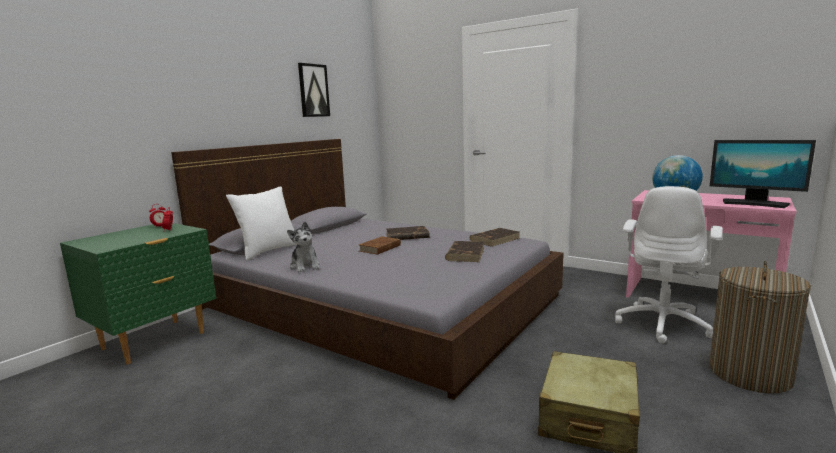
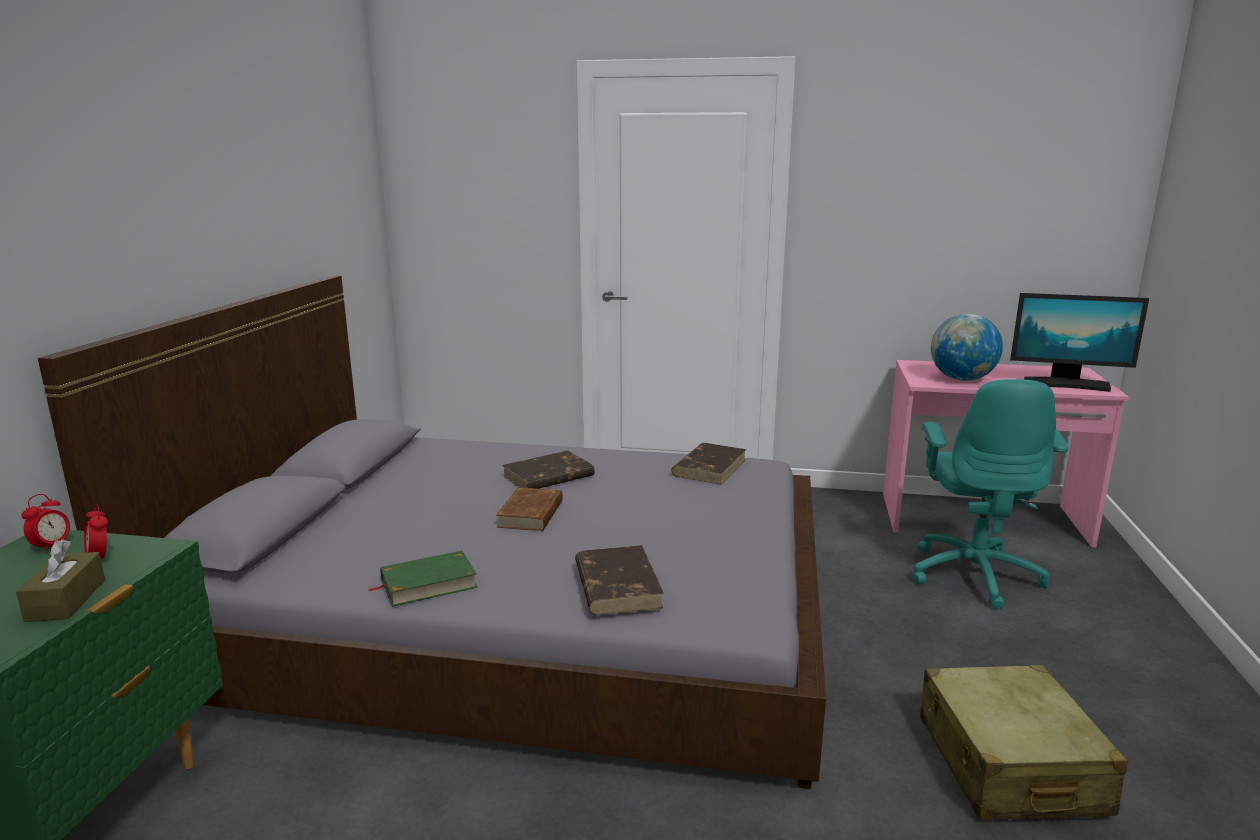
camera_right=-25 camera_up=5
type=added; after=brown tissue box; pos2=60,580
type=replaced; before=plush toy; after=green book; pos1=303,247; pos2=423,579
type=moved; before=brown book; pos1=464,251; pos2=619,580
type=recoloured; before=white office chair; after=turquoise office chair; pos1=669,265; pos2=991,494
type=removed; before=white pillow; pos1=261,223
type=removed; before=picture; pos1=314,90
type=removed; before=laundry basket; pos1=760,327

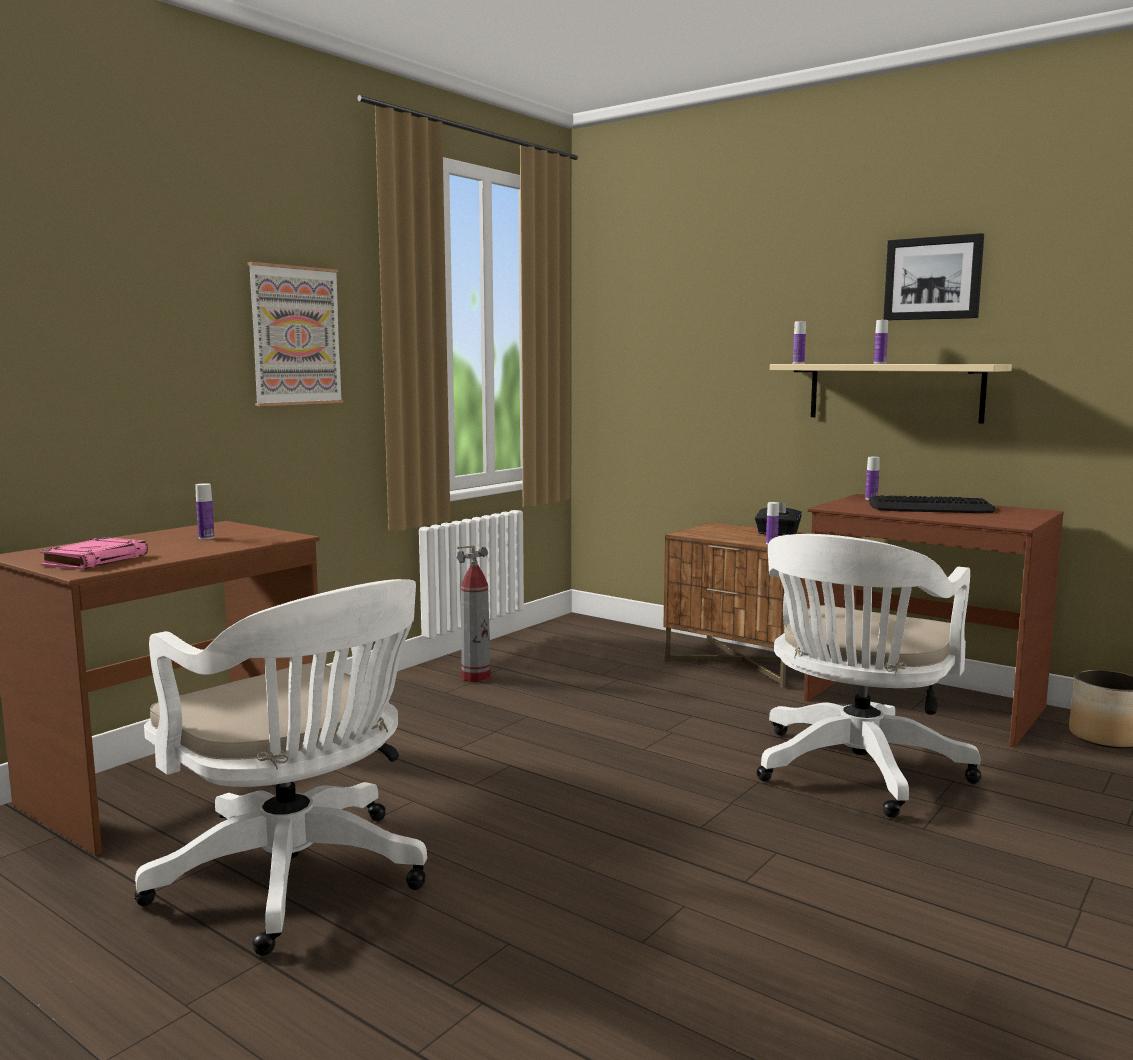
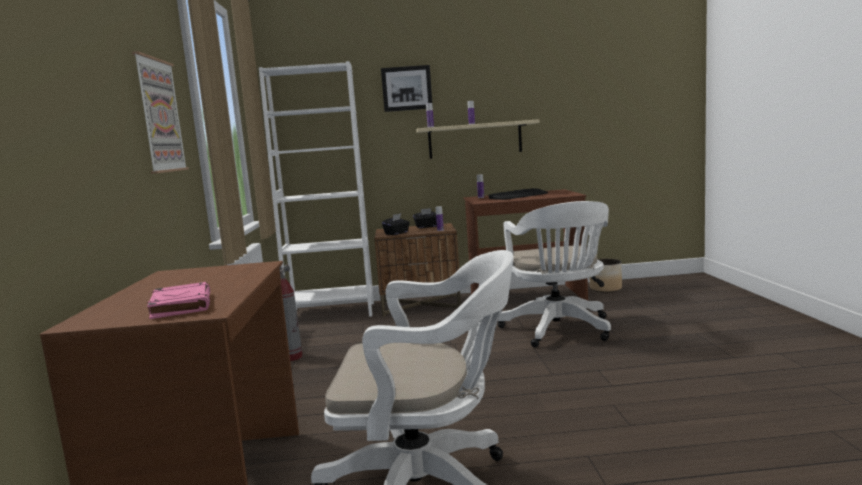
camera_right=-40 camera_up=0
type=added; after=white bookcase; pos2=316,189
type=moved; before=picture; pos1=933,276; pos2=407,88
type=added; after=black tissue box; pos2=396,224
type=removed; before=bottle; pos1=205,511

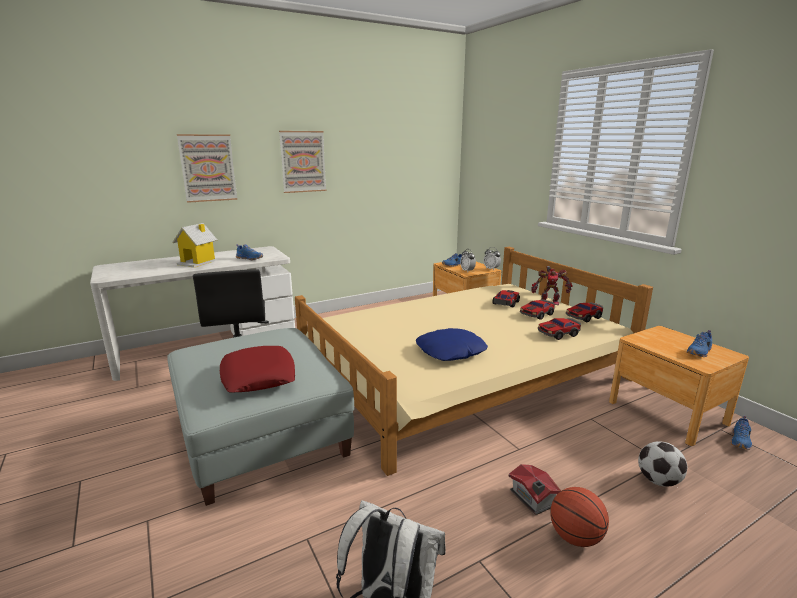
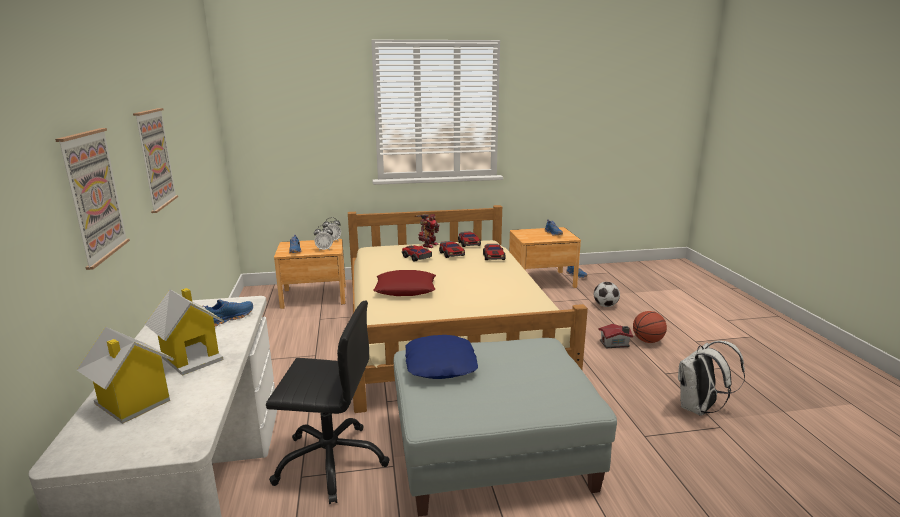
camera_right=-70 camera_up=0
type=added; after=toy house; pos2=125,375
type=moved; before=red pillow; pos1=257,369; pos2=404,283
type=moved; before=blue pillow; pos1=452,344; pos2=441,357

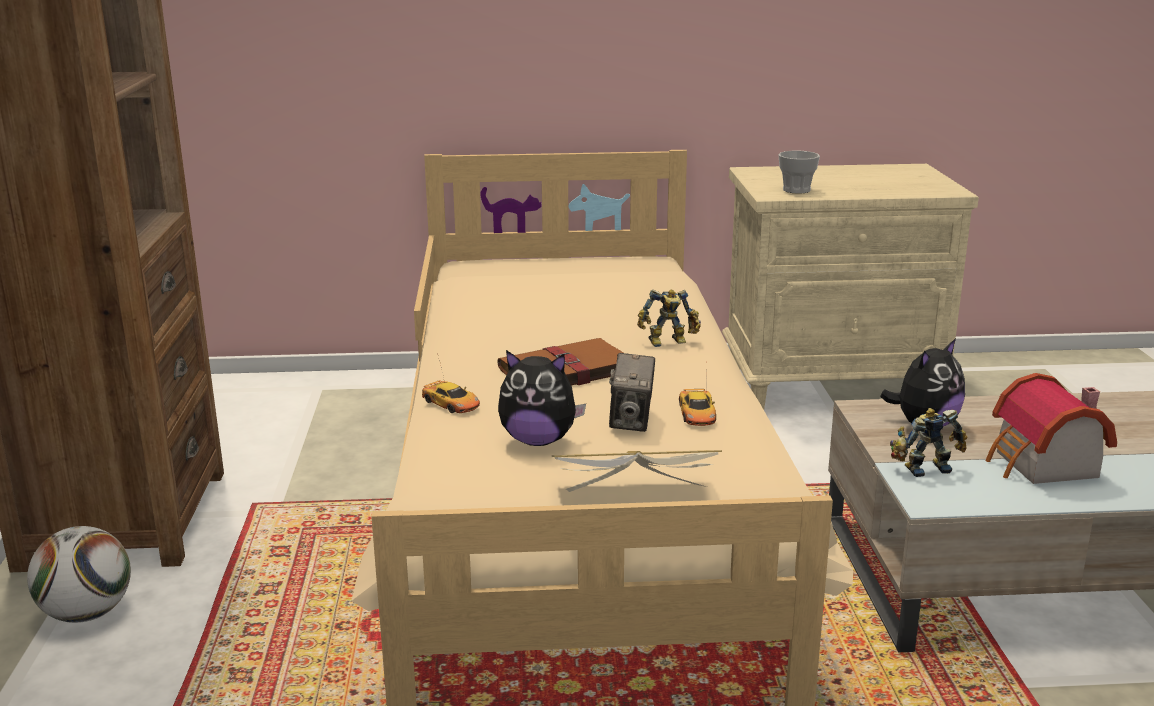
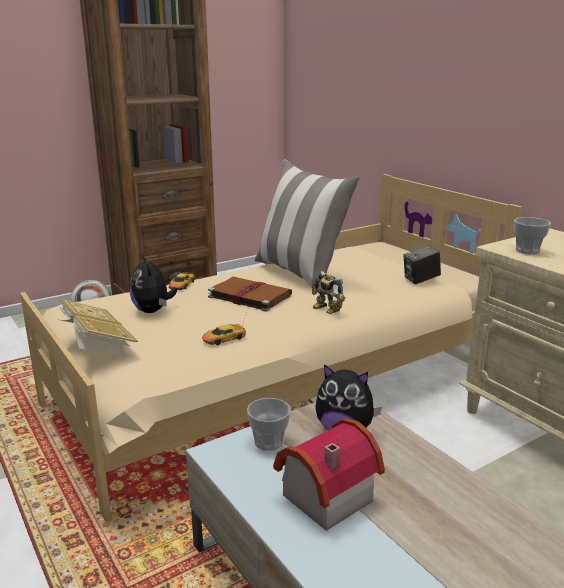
camera_right=60 camera_up=0
type=replaced; before=toy robot; after=cup; pos1=928,442; pos2=269,424
type=added; after=pillow; pos2=307,226
type=moved; before=photo camera; pos1=632,392; pos2=422,264

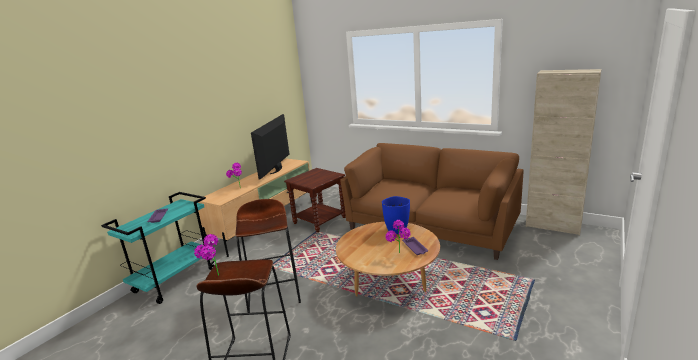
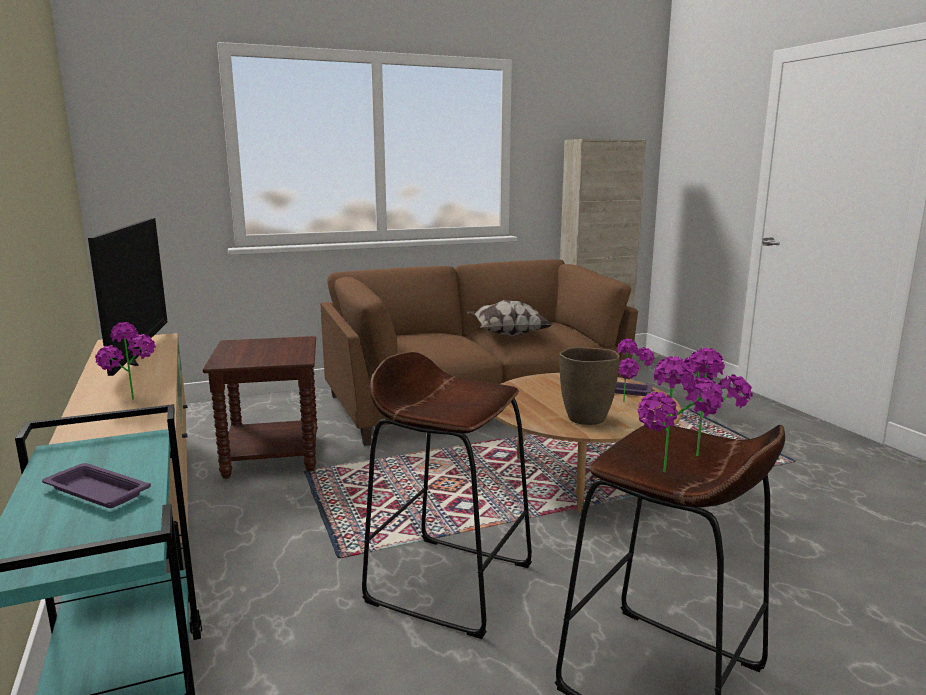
camera_right=-55 camera_up=-5
type=turned; before=television; pos1=270,147; pos2=128,297; turn=-150
type=added; after=pillow; pos2=510,318
type=added; after=brown vase; pos2=589,386
type=added; after=potted plant; pos2=718,402
type=removed; before=blue vase; pos1=396,215

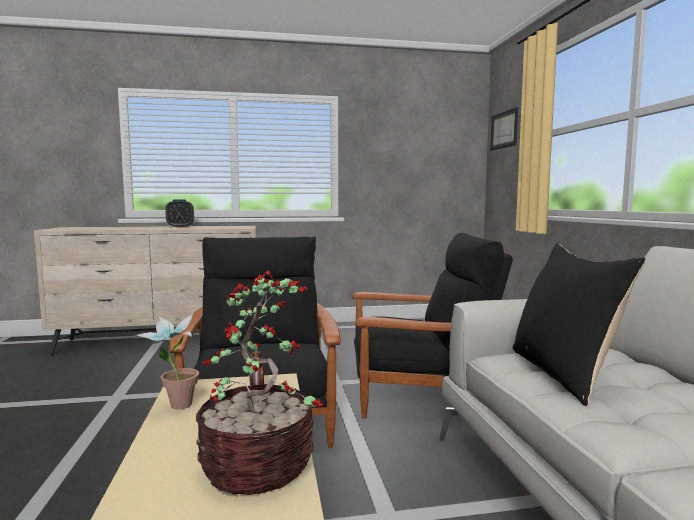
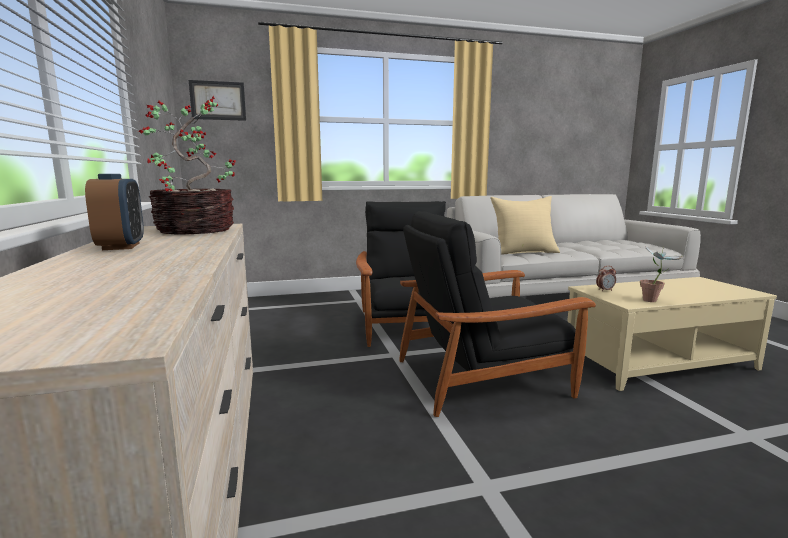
camera_right=-95 camera_up=5
type=moved; before=potted plant; pos1=260,382; pos2=186,165
type=recoloured; before=black pillow; after=beige pillow; pos1=579,324; pos2=525,225

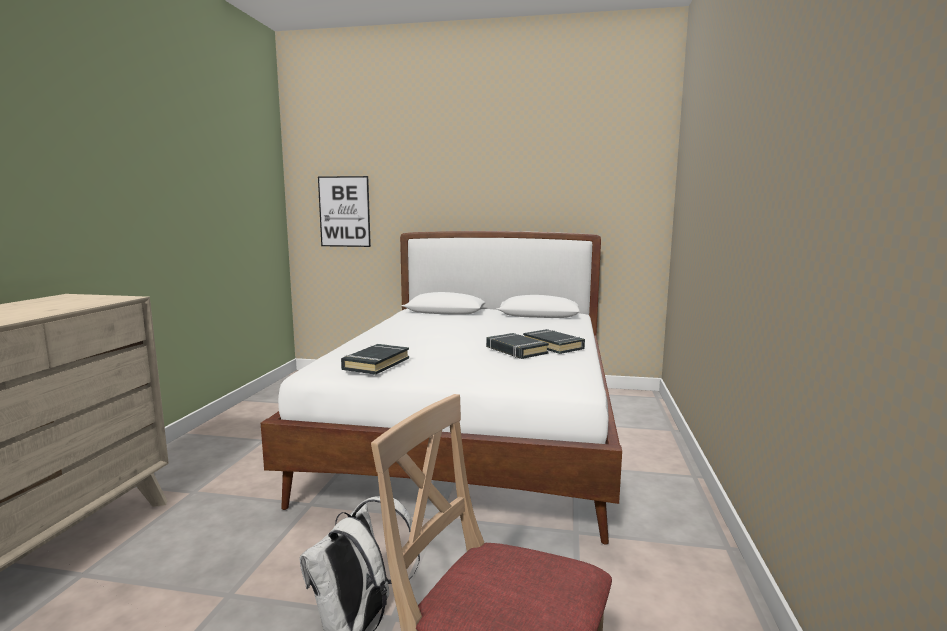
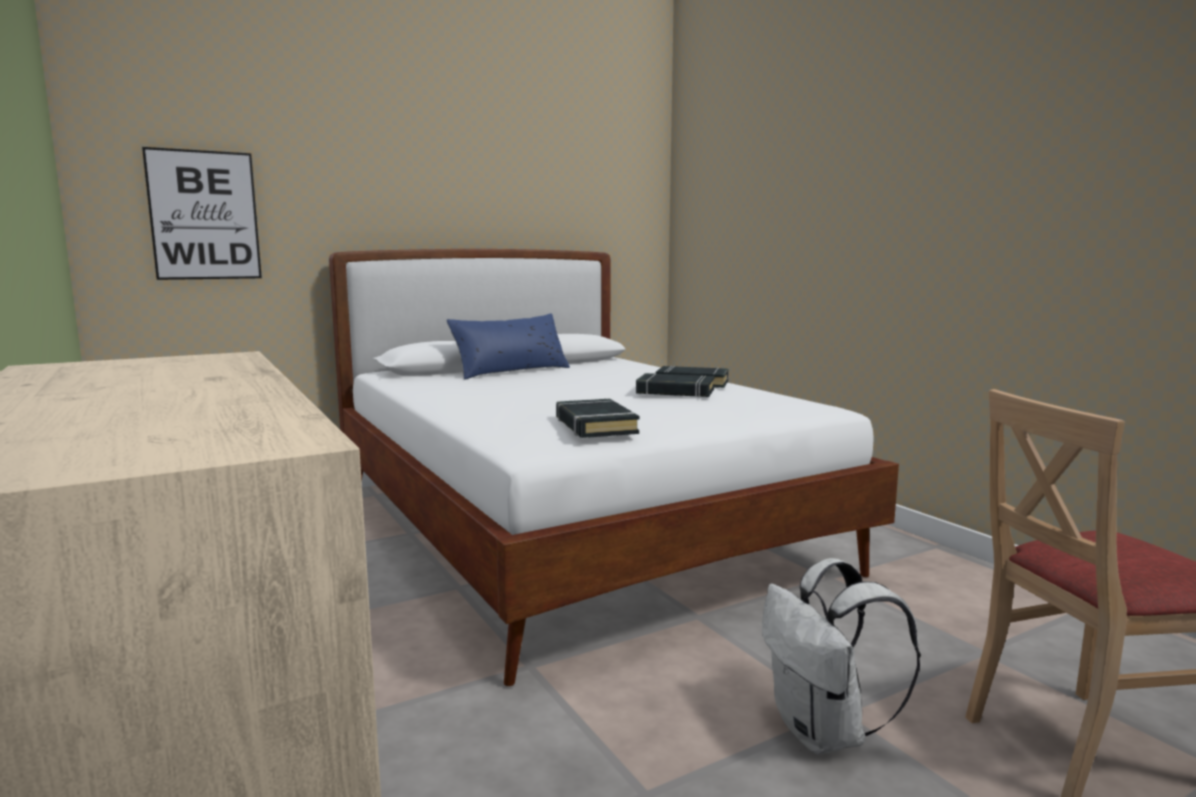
camera_right=-40 camera_up=0
type=added; after=blue pillow; pos2=508,347

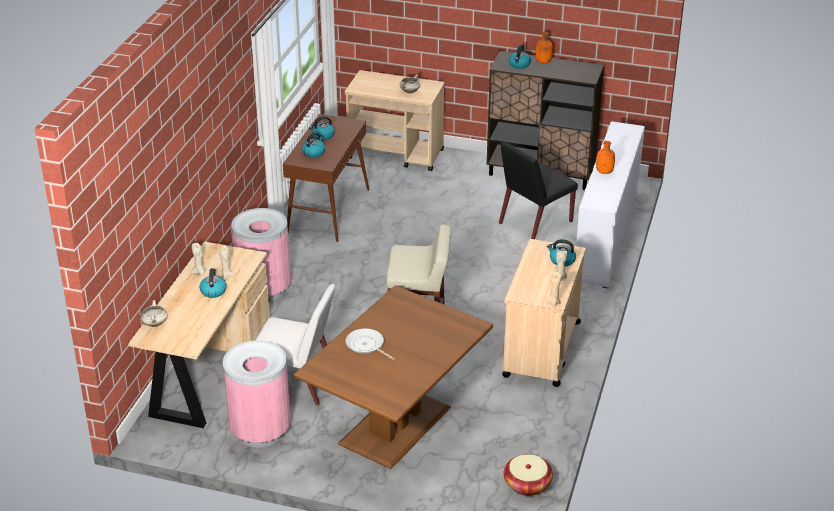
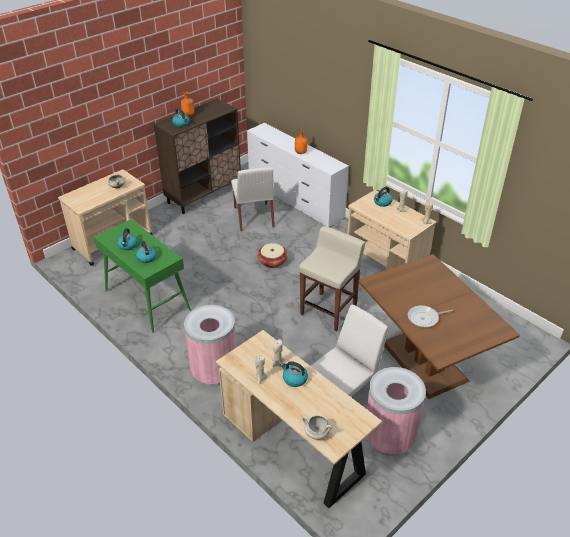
camera_right=-60 camera_up=5
type=recoloured; before=brown console table; after=green console table; pos1=326,178; pos2=142,276
type=recoloured; before=black chair; after=white chair; pos1=538,190; pos2=253,199
type=moved; before=basket; pos1=528,475; pos2=272,255

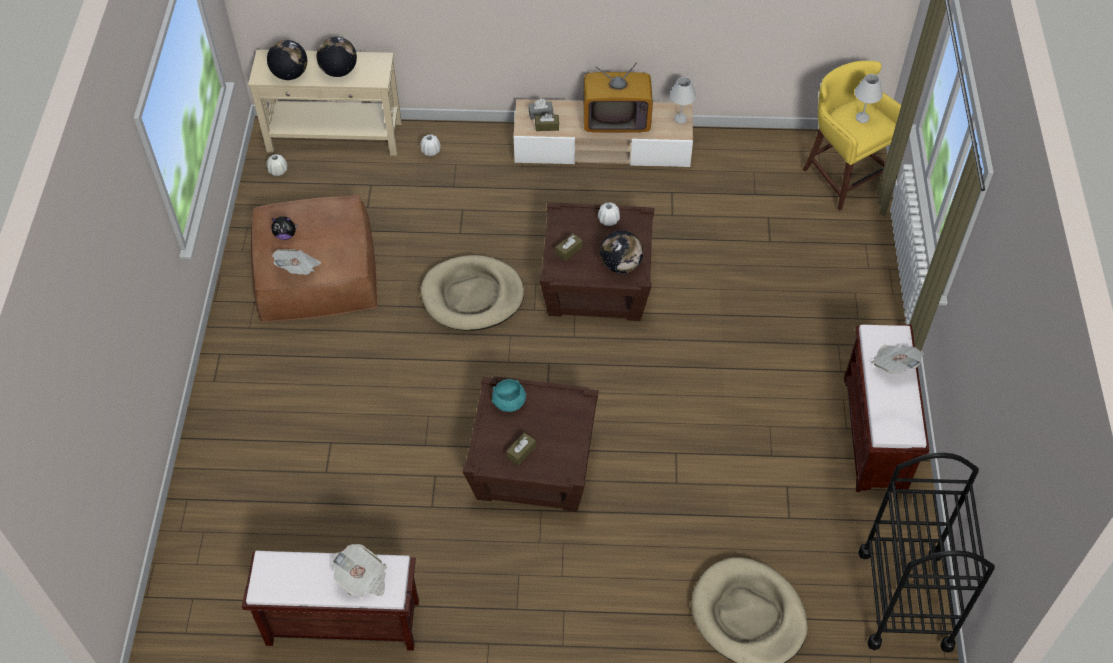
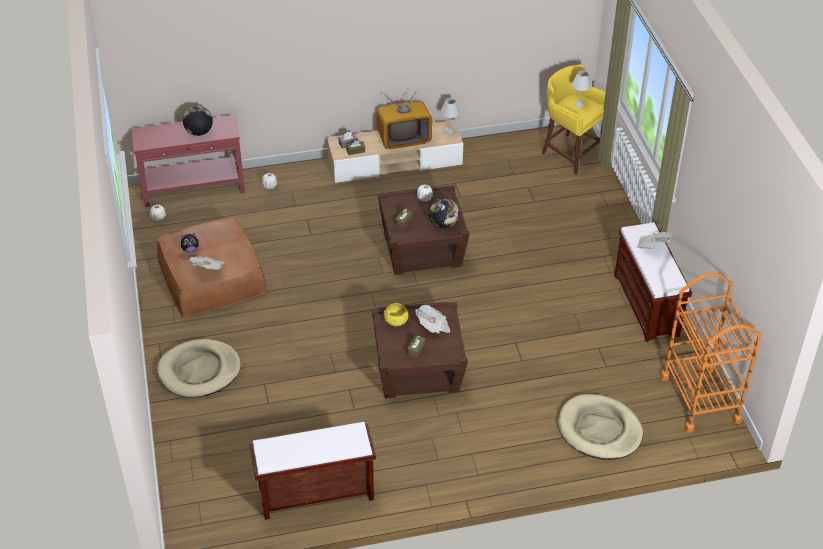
camera_right=-15 camera_up=-10
type=recoloured; before=beige console table; after=red console table; pos1=325,103; pos2=188,161
type=moved; before=beige dog bed; pos1=472,292; pos2=199,368
type=recoloured; before=turquoise bowl; after=yellow bowl; pos1=509,395; pos2=396,314
type=moved; before=newspaper; pos1=359,570; pos2=433,319
type=recoloured; before=black cart; after=orange cart; pos1=926,553; pos2=710,353
type=removed; before=globe; pos1=287,60

